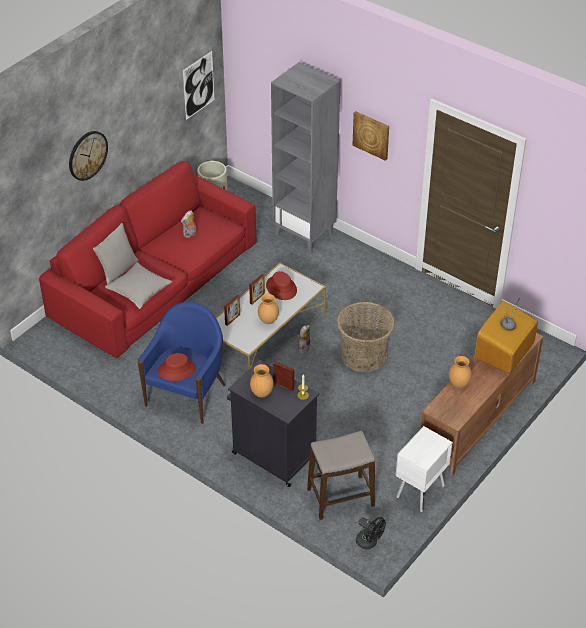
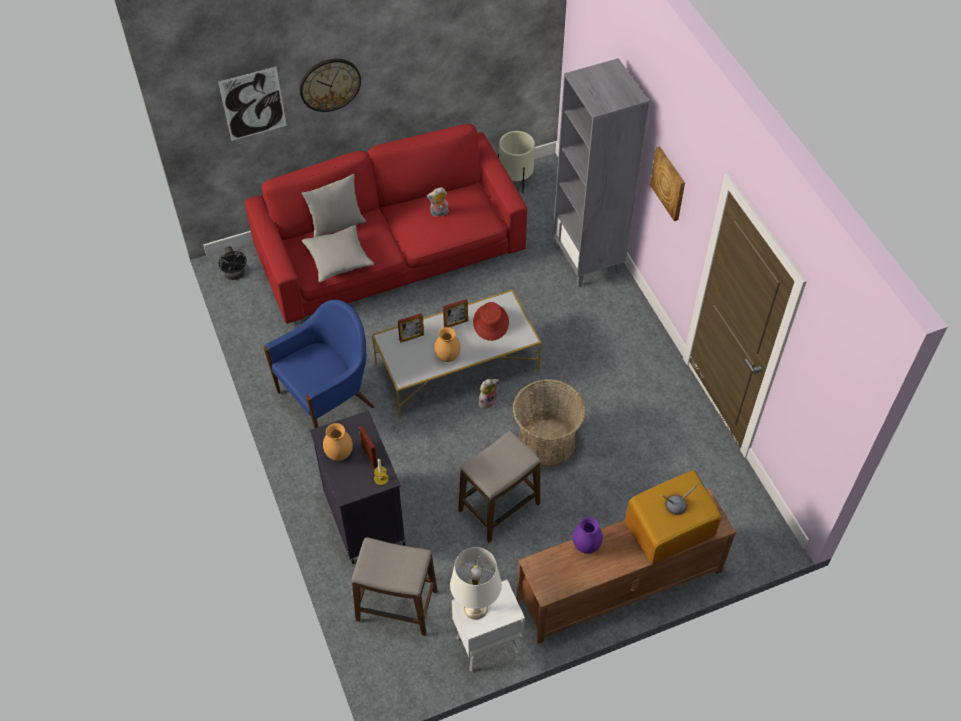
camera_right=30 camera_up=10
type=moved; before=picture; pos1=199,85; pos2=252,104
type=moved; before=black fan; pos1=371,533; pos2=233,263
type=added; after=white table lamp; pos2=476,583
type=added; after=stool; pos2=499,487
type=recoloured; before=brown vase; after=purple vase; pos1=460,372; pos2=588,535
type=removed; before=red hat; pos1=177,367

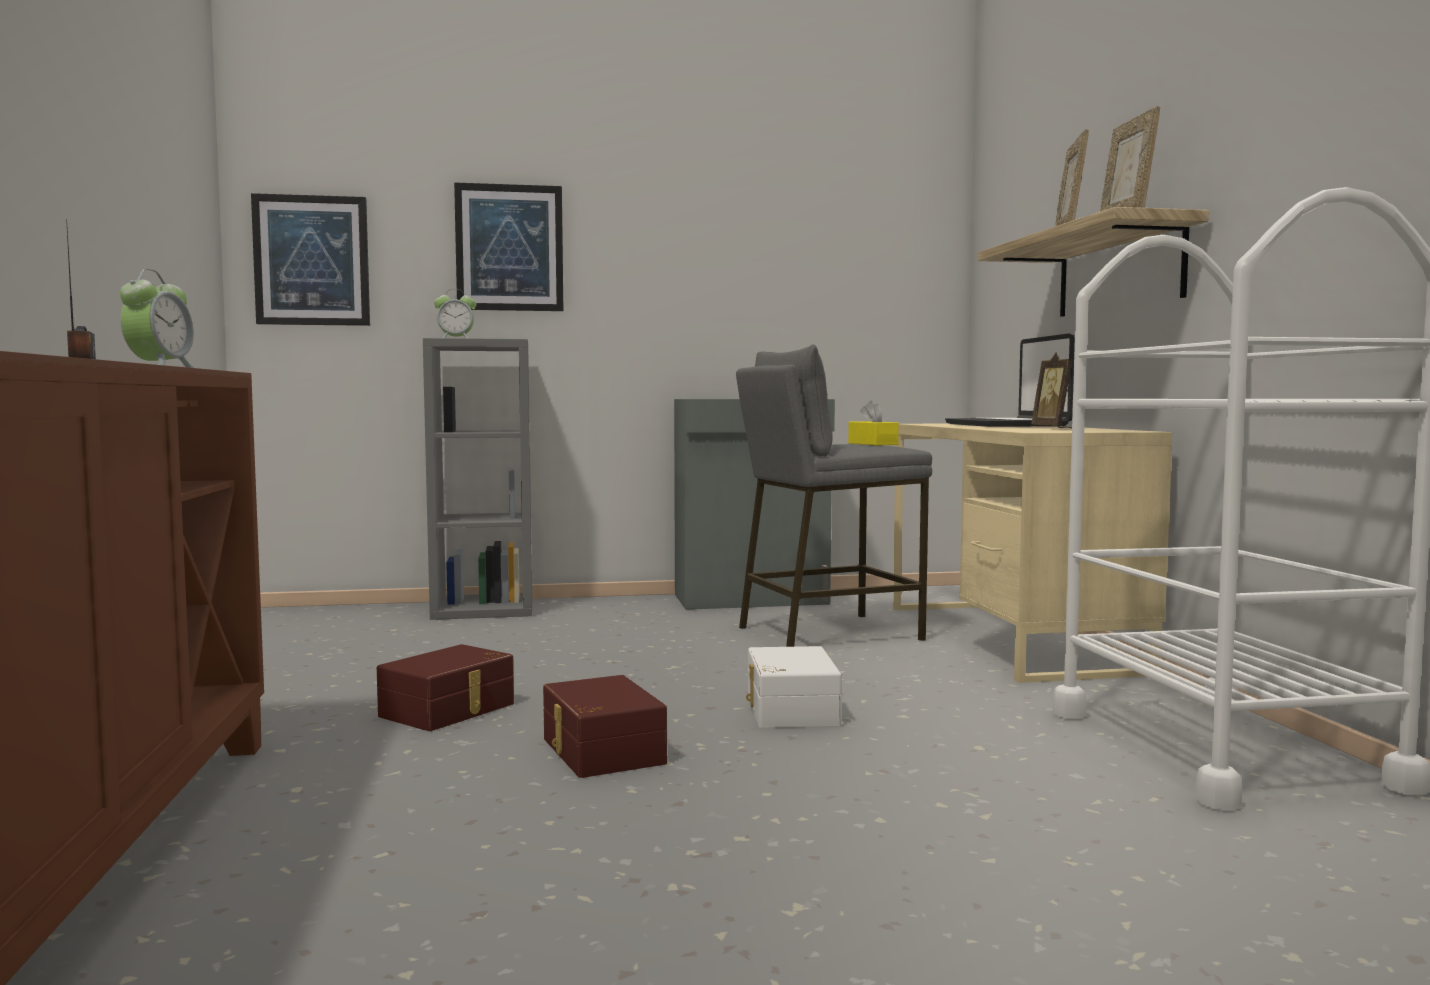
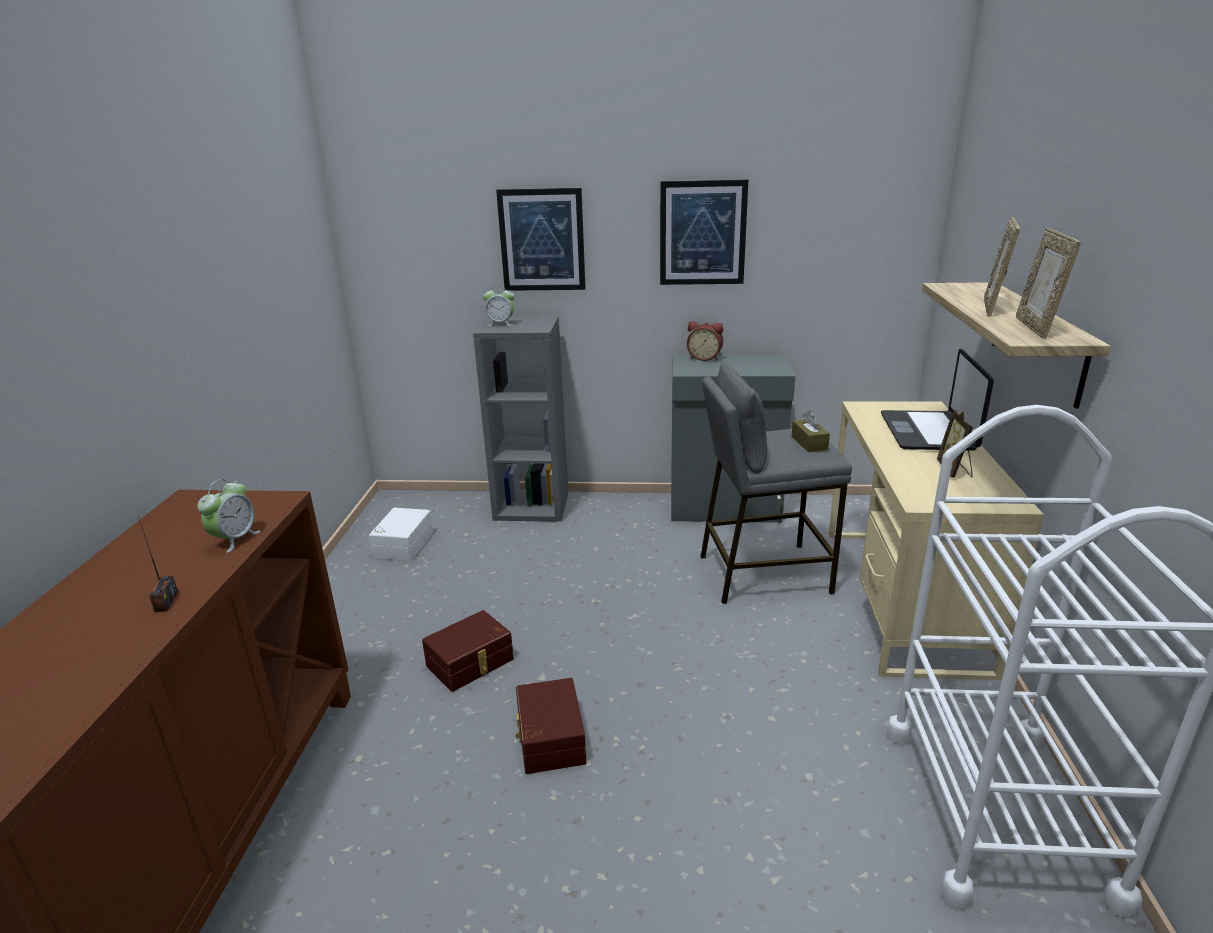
camera_right=15 camera_up=20
type=moved; before=white storage box; pos1=794,687; pos2=401,534
type=moved; before=picture; pos1=310,259; pos2=704,232
type=added; after=alarm clock; pos2=705,341
type=recoloured; before=yellow tissue box; after=brown tissue box; pos1=873,423; pos2=810,431

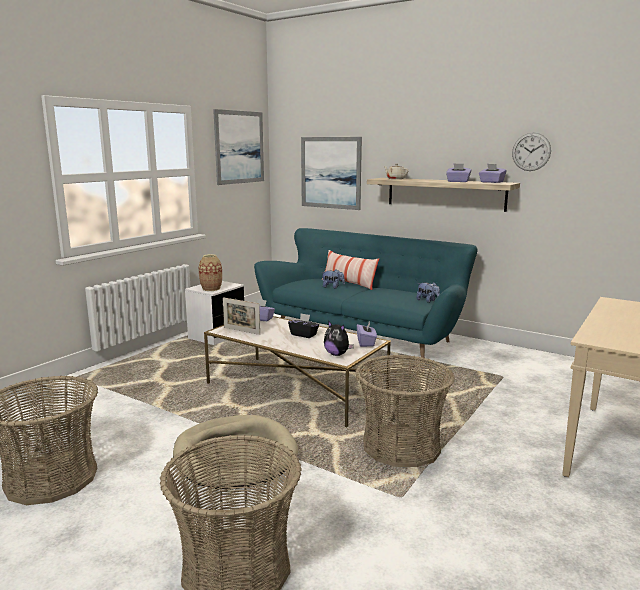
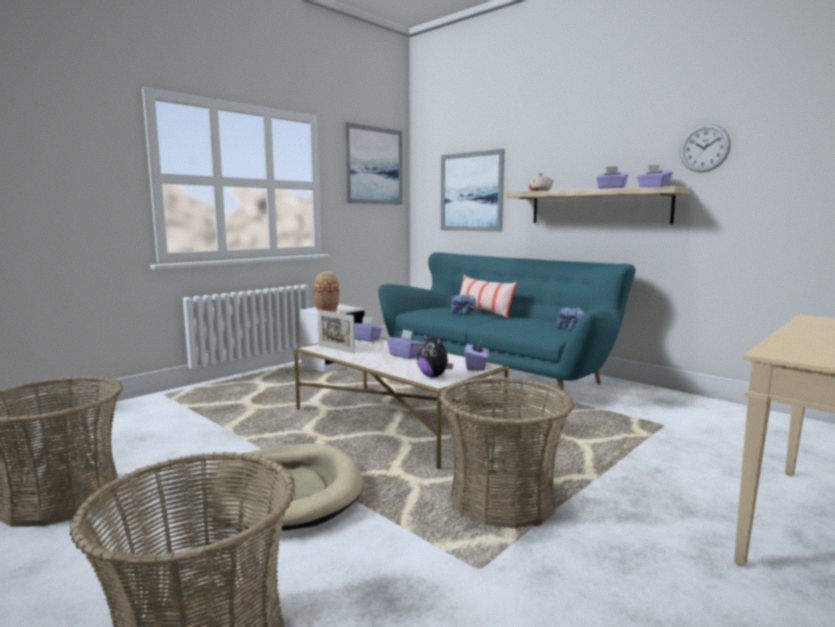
camera_right=10 camera_up=-5
type=recoloured; before=black tissue box; after=purple tissue box; pos1=303,325; pos2=404,344

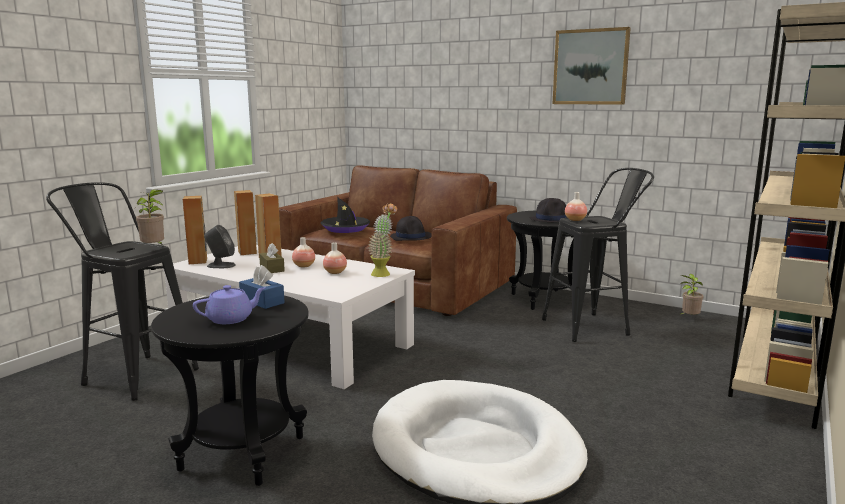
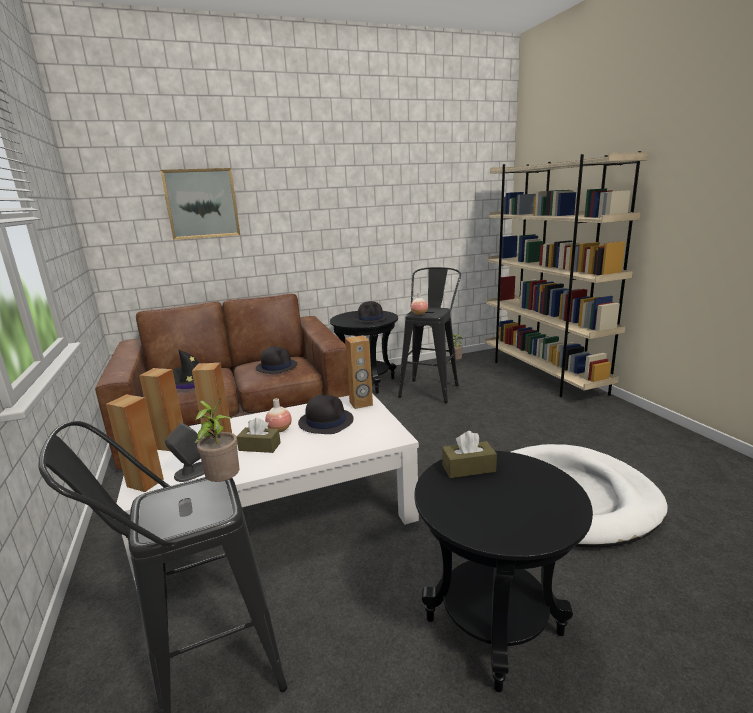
camera_right=-50 camera_up=5
type=moved; before=picture; pos1=591,66; pos2=200,204
type=replaced; before=vase; after=black hat; pos1=335,258; pos2=326,414
type=replaced; before=potted plant; after=brown speaker; pos1=383,240; pos2=359,372
type=recoloured; before=blue tissue box; after=brown tissue box; pos1=262,287; pos2=469,454
type=removed; before=purple teapot; pos1=229,304

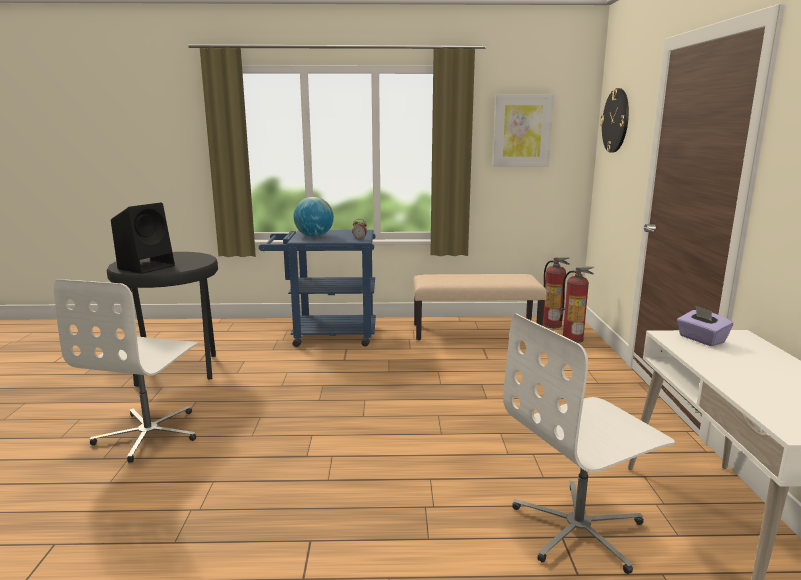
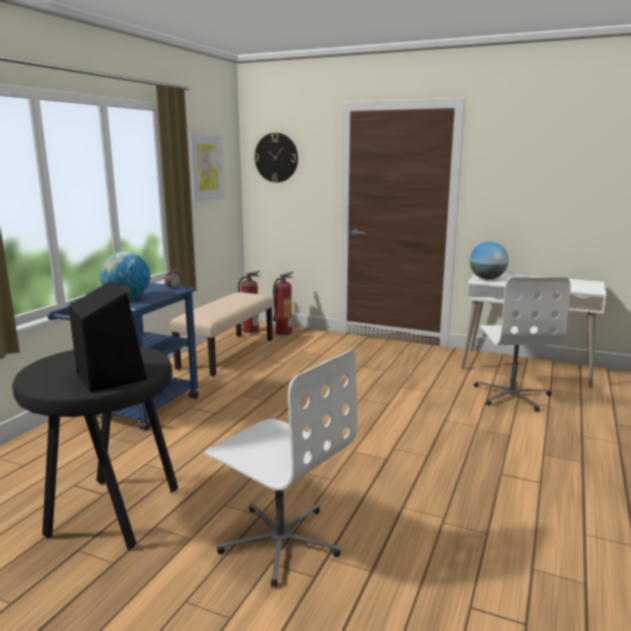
camera_right=-65 camera_up=0
type=replaced; before=purple tissue box; after=globe; pos1=705,325; pos2=489,260

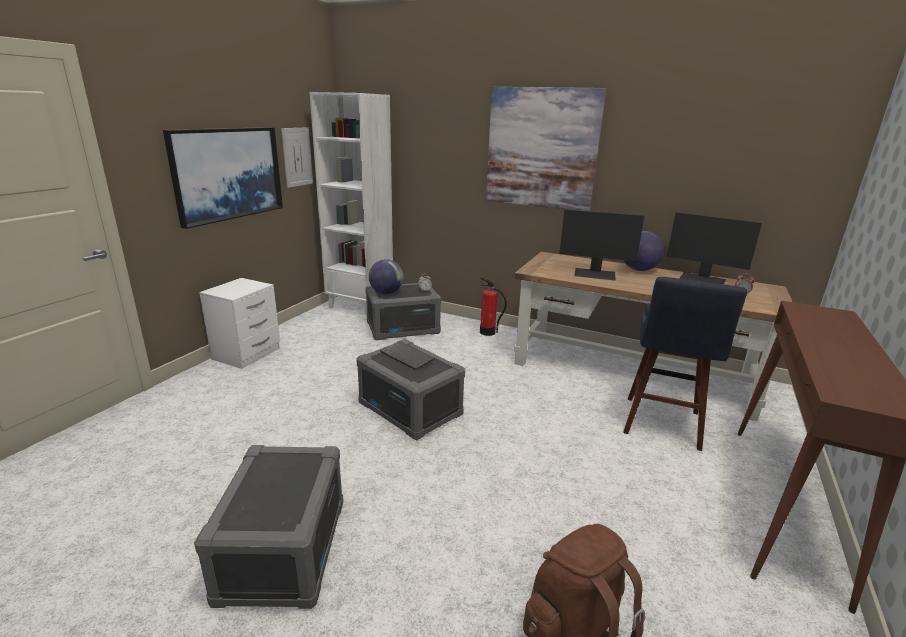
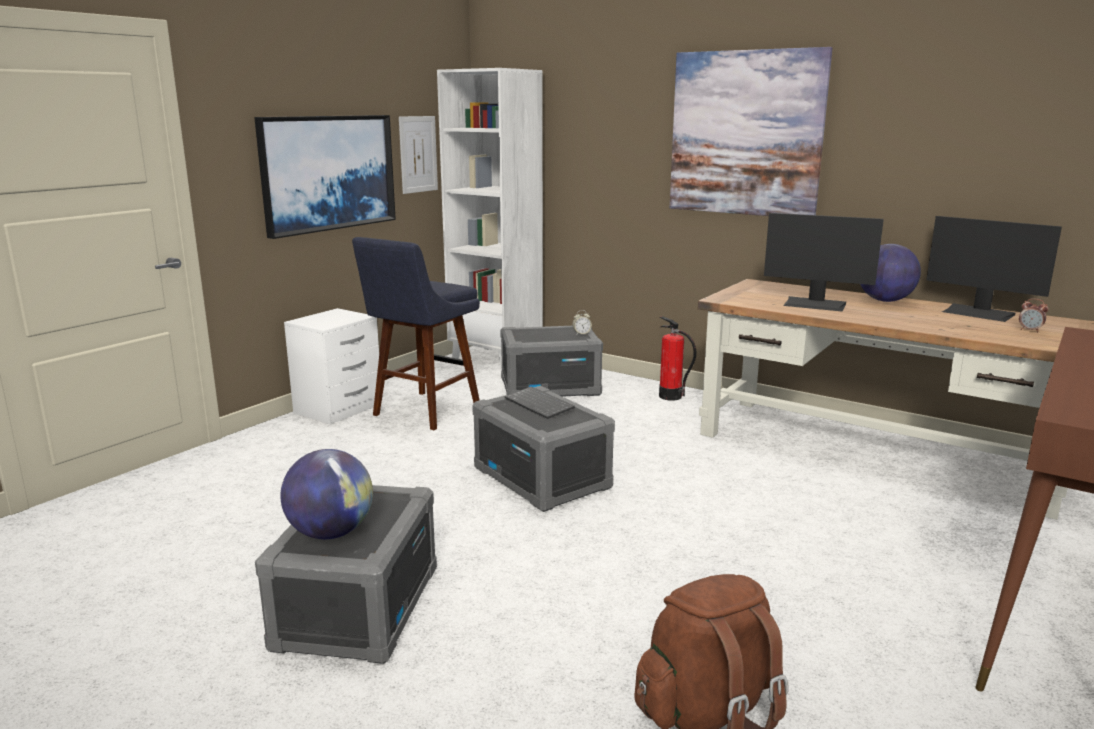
camera_right=10 camera_up=-5
type=moved; before=globe; pos1=386,276; pos2=326,494
type=moved; before=blue stool; pos1=685,364; pos2=416,333

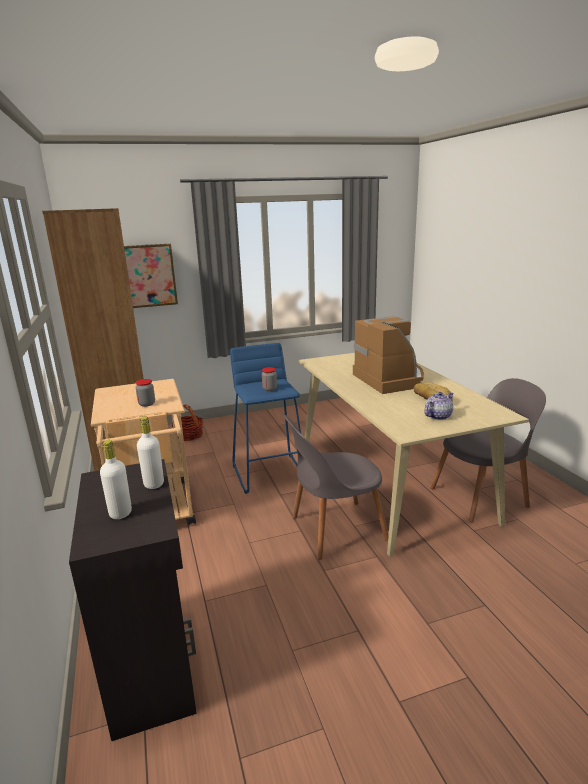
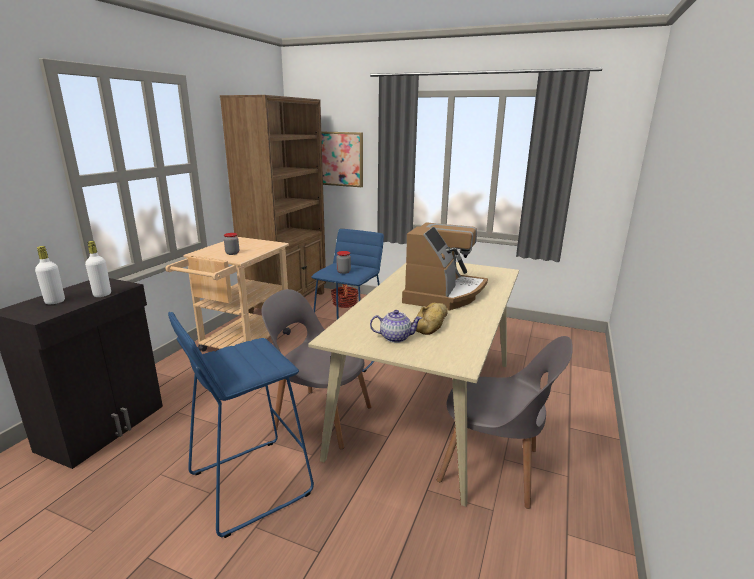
camera_right=40 camera_up=0
type=added; after=blue stool; pos2=241,425

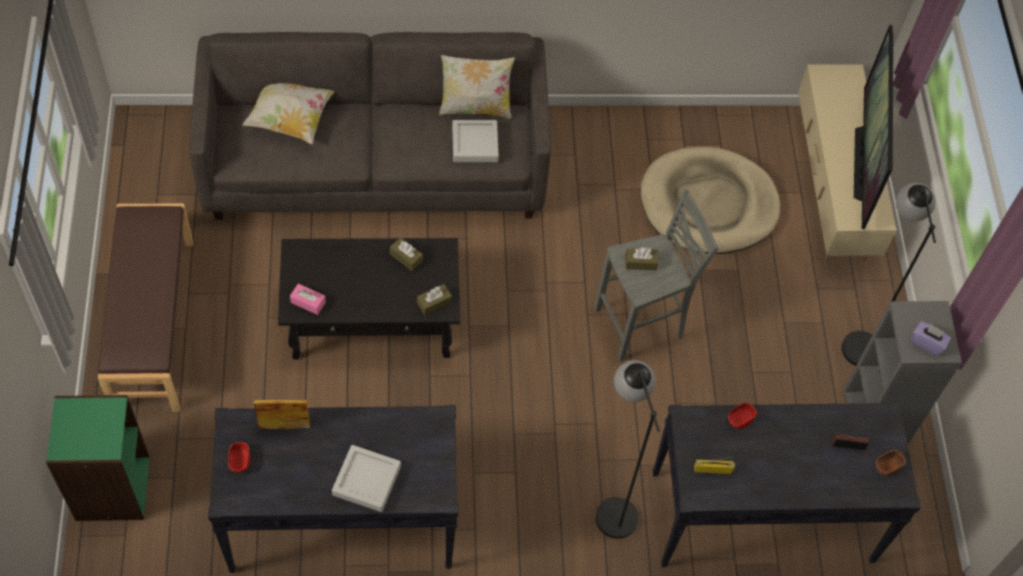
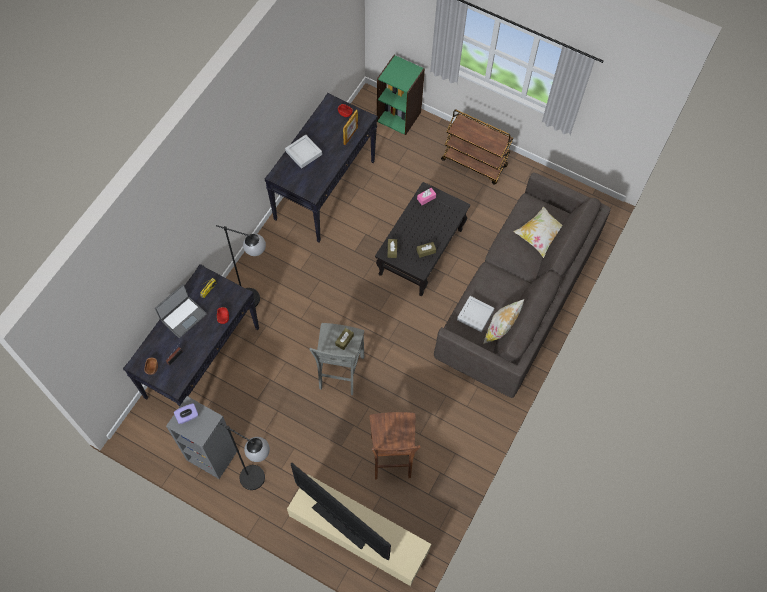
camera_right=125 camera_up=5
type=added; after=laptop; pos2=181,311
type=replaced; before=beige dog bed; after=brown stool; pos1=710,200; pos2=395,446
type=replaced; before=brown bench; after=brown cart; pos1=145,308; pos2=477,147

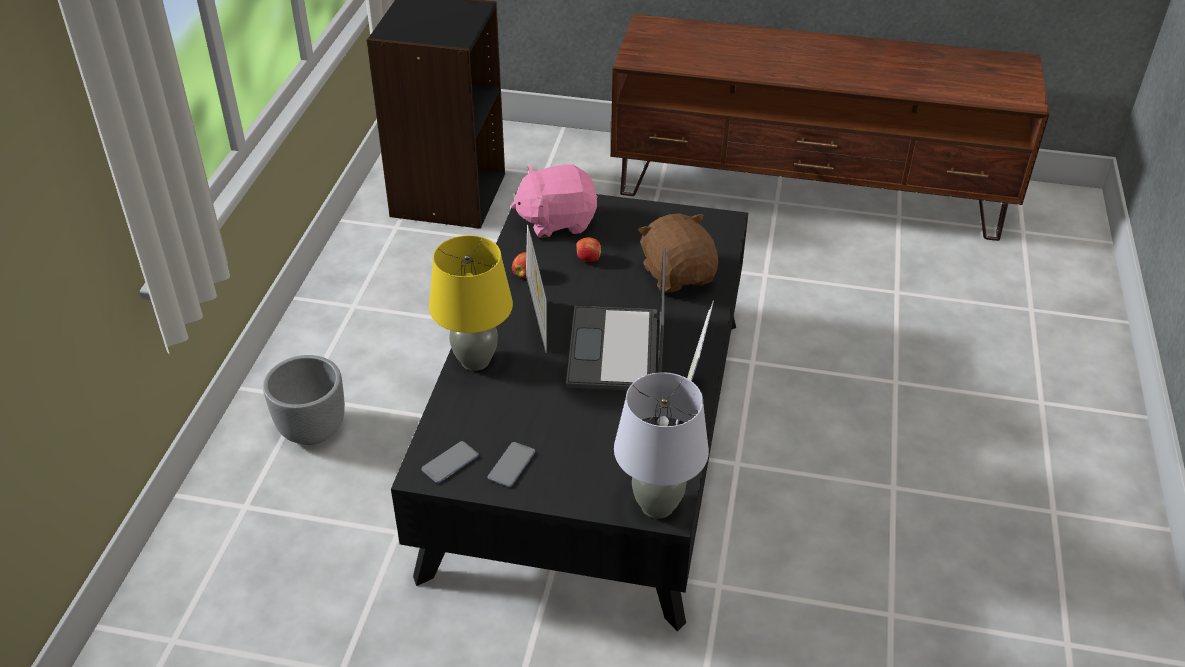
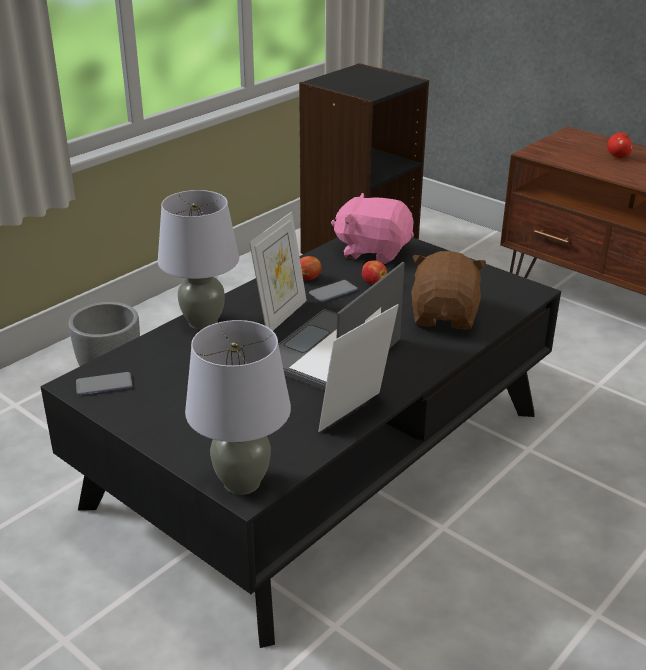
camera_right=30 camera_up=-10
type=recoloured; before=yellow table lamp; after=grey table lamp; pos1=471,303; pos2=198,260
type=moved; before=phone; pos1=511,464; pos2=333,291
type=added; after=apple; pos2=620,145

